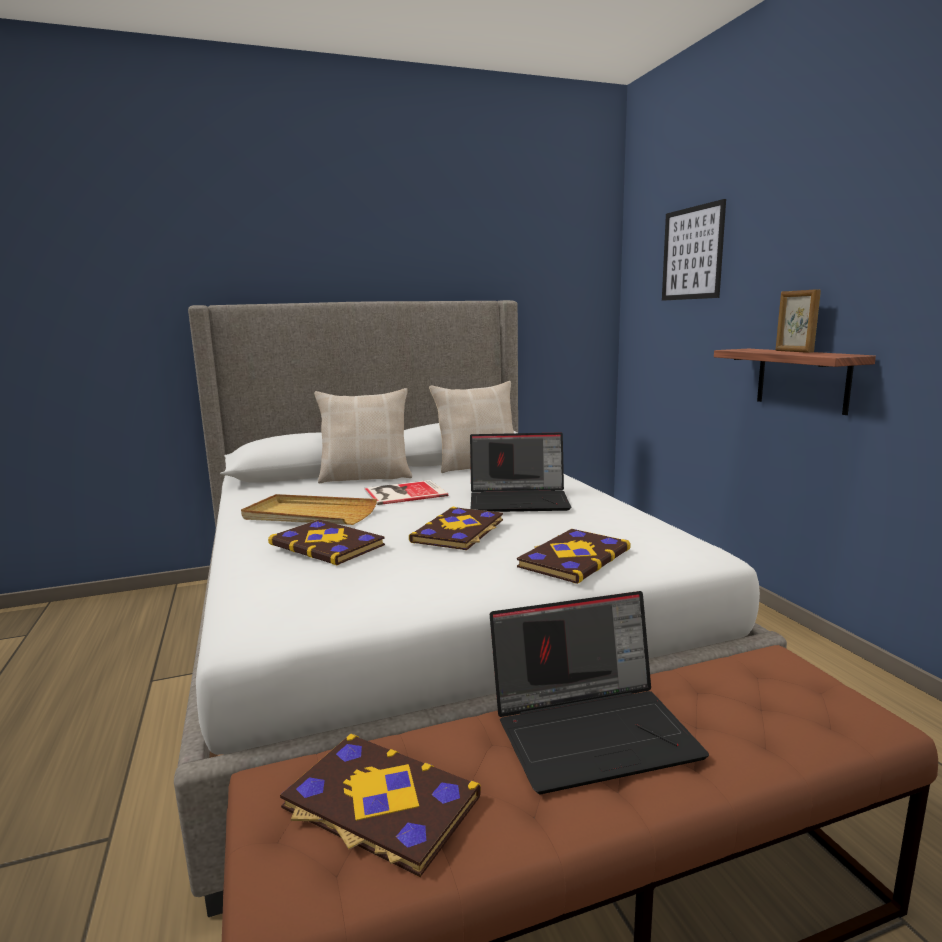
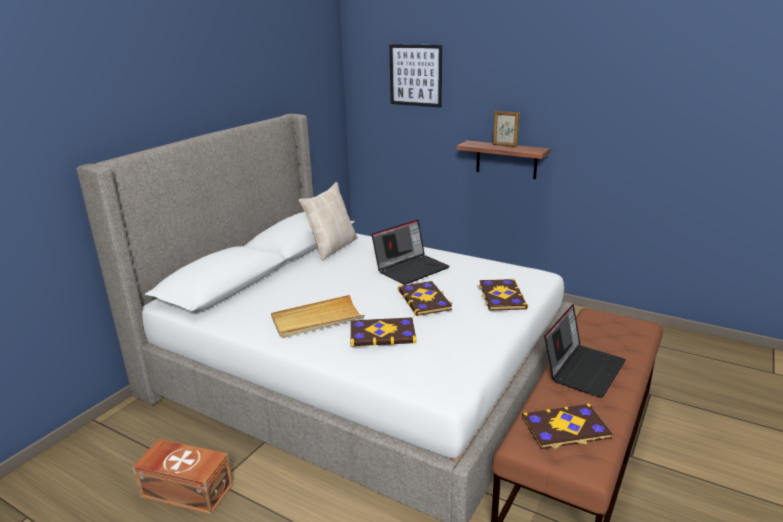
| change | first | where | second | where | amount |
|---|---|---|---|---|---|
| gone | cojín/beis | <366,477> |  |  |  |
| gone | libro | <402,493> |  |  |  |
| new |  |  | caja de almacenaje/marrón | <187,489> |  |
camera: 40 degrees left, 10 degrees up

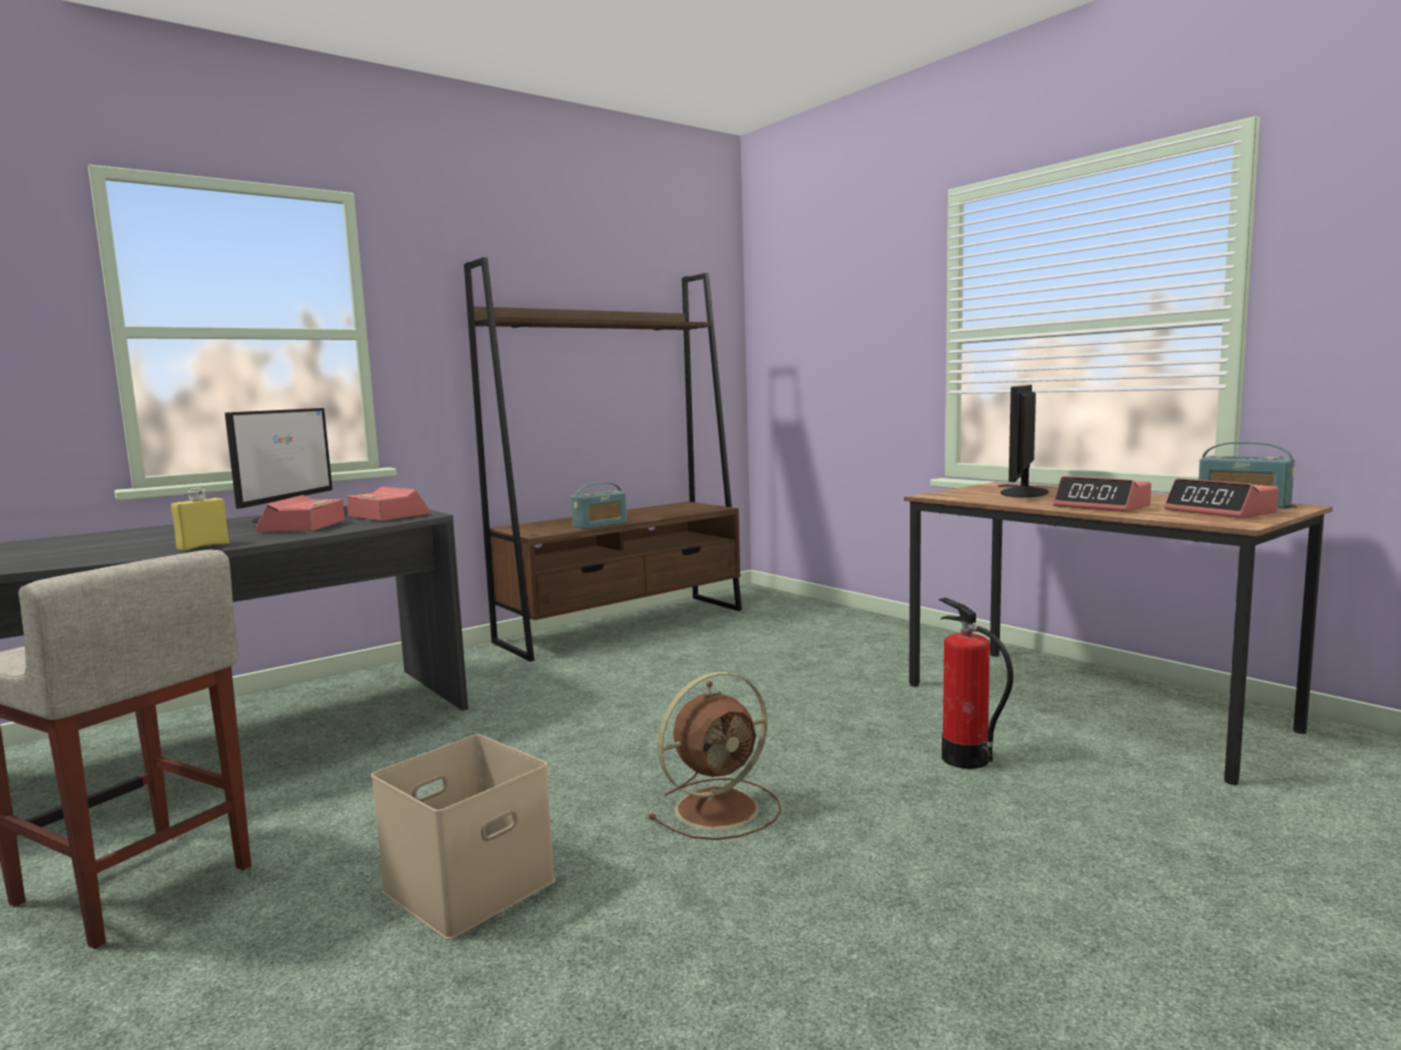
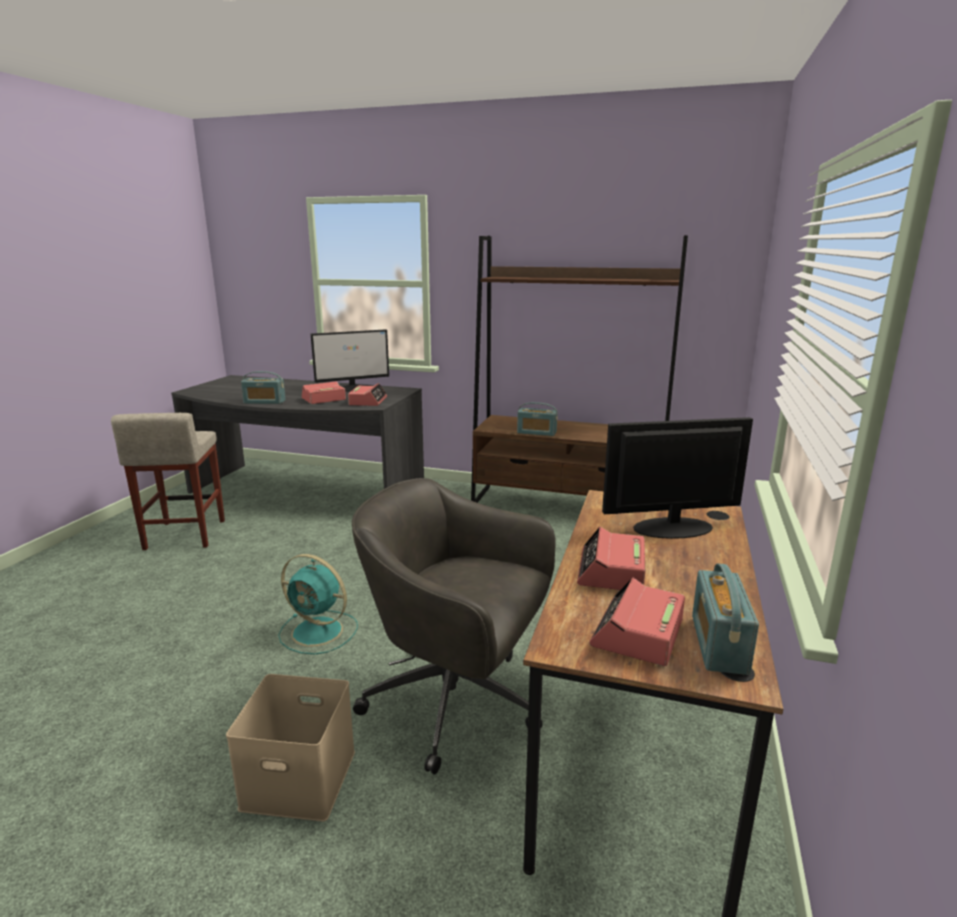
| change | first | where | second | where | amount |
|---|---|---|---|---|---|
| shifted | caja de almacenaje/beis | <468,888> |  | <296,780> |  |
| swapped | botella/amarillo | <203,546> | radio | <264,402> |  |
| swapped | extintor | <965,759> | silla de oficina/gris | <457,703> |  |
| repainted | ventilador/marrón | <720,808> | ventilador/turquesa | <319,632> |  |
camera: 55 degrees right, 10 degrees up

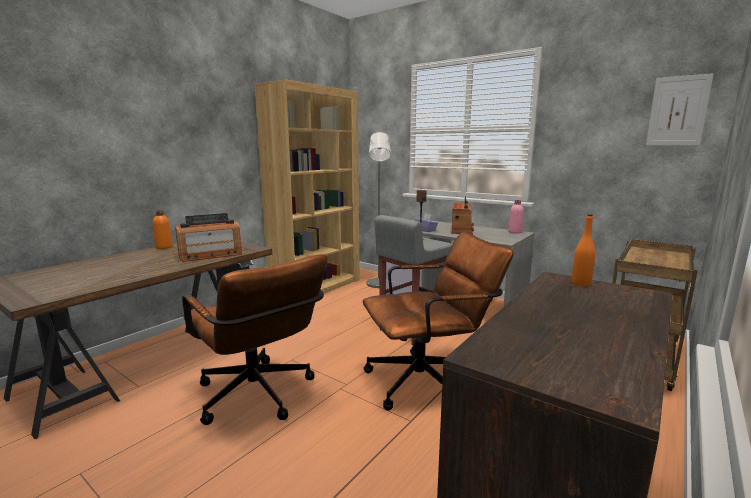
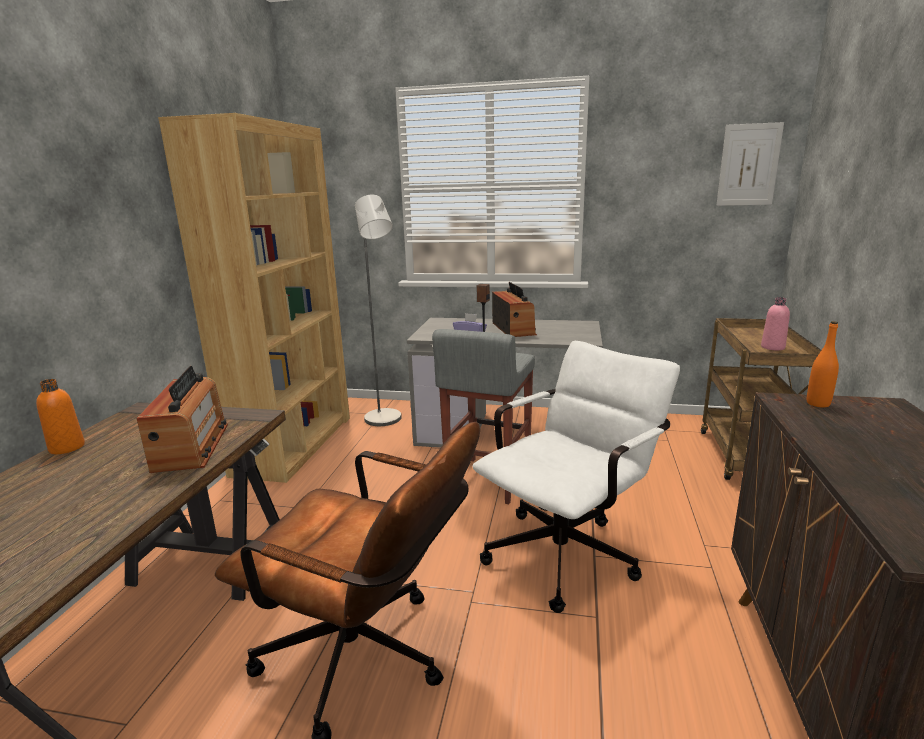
| change | first | where | second | where | amount |
|---|---|---|---|---|---|
| shifted | botella/rosa | <515,232> |  | <772,347> |  |
| repainted | silla de oficina/marrón | <429,380> | silla de oficina/blanco | <569,550> |  |
| rotated | radio | <210,255> |  | <191,447> | 45 degrees counterclockwise |
camera: 25 degrees left, 5 degrees up

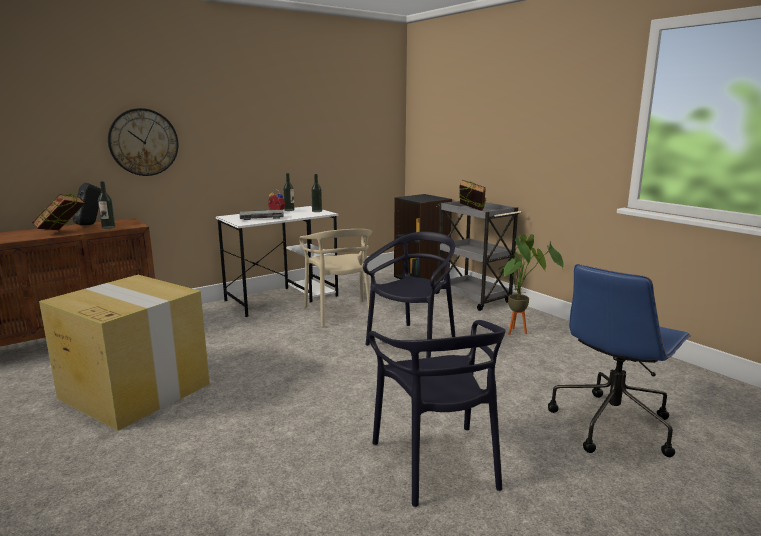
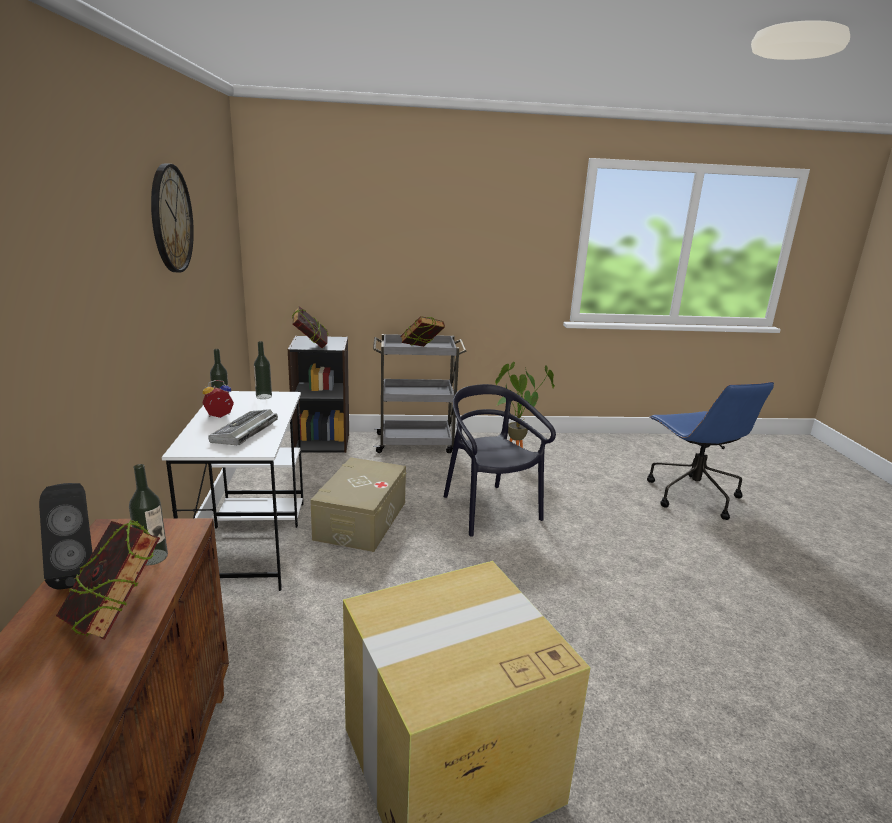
| change | first | where | second | where | amount |
|---|---|---|---|---|---|
| gone | silla/negro | <437,462> |  |  |  |
| new |  |  | libro | <311,345> |  |
| shifted | reloj de pared | <143,142> |  | <171,219> |  |
| swapped | silla/beis | <340,313> | caja de almacenaje/beis | <361,520> |  |
camera: 60 degrees left, 5 degrees up

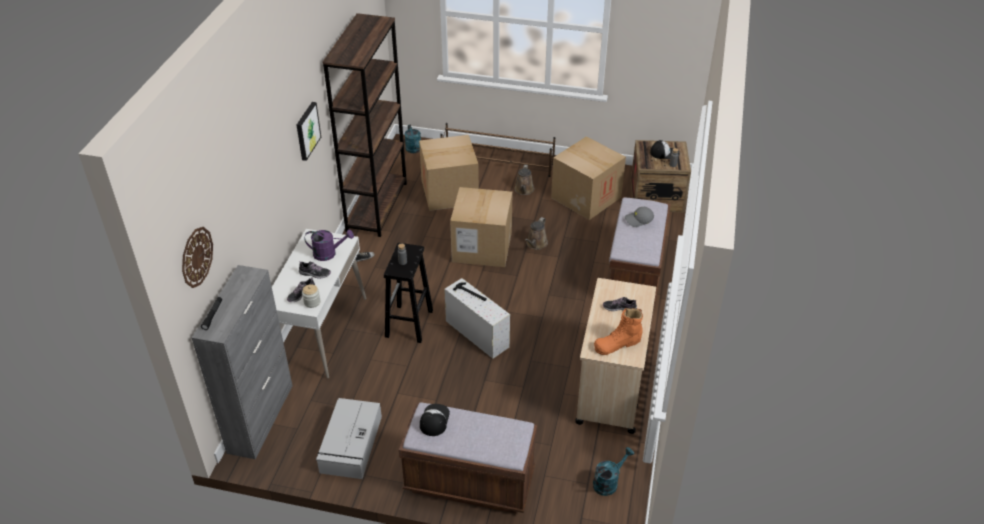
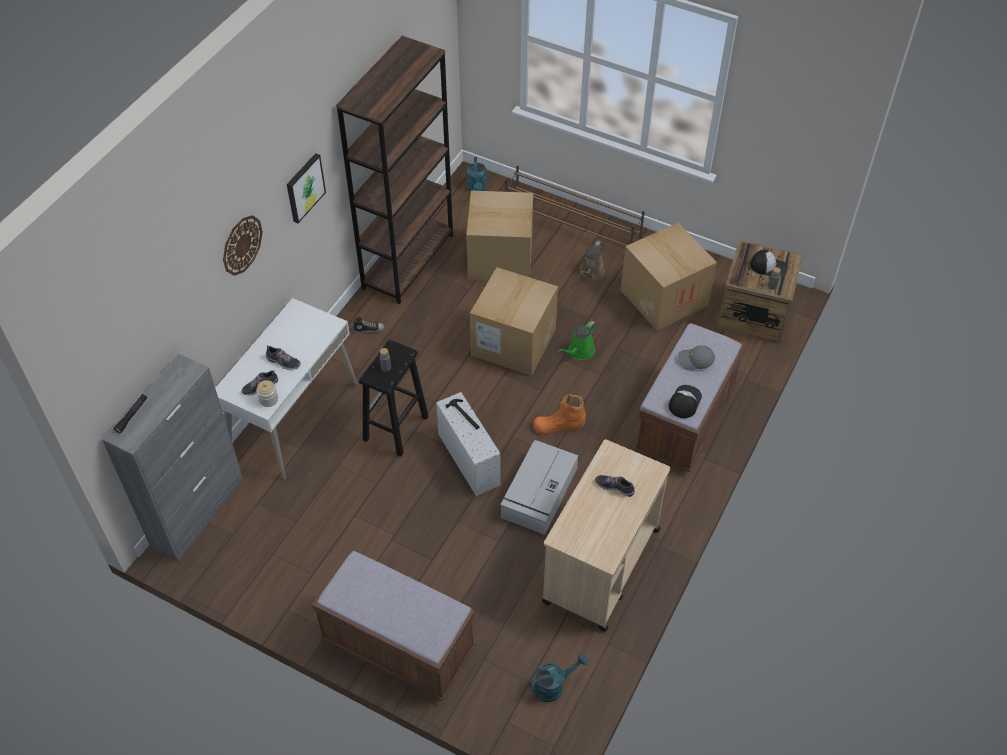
| change | first | where | second | where | amount |
|---|---|---|---|---|---|
| gone | regadera/morado | <329,253> |  |  |  |
| shifted | reloj de pared | <196,257> |  | <241,245> |  |
| shifted | caja de almacenaje/gris | <351,445> |  | <538,494> |  |
| shifted | gorra | <434,420> |  | <684,402> |  |
| shifted | bota/naranja | <617,344> |  | <559,425> |  |
| repainted | regadera/marrón | <536,244> | regadera/verde | <579,351> |  |
camera: 15 degrees right, 10 degrees up

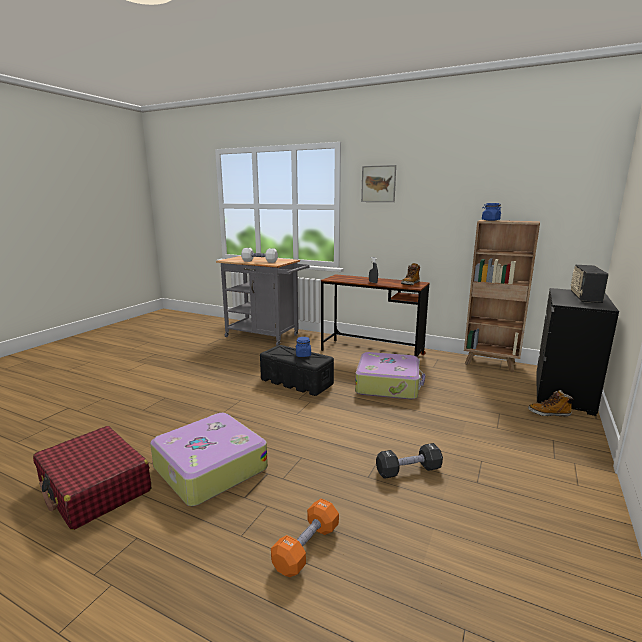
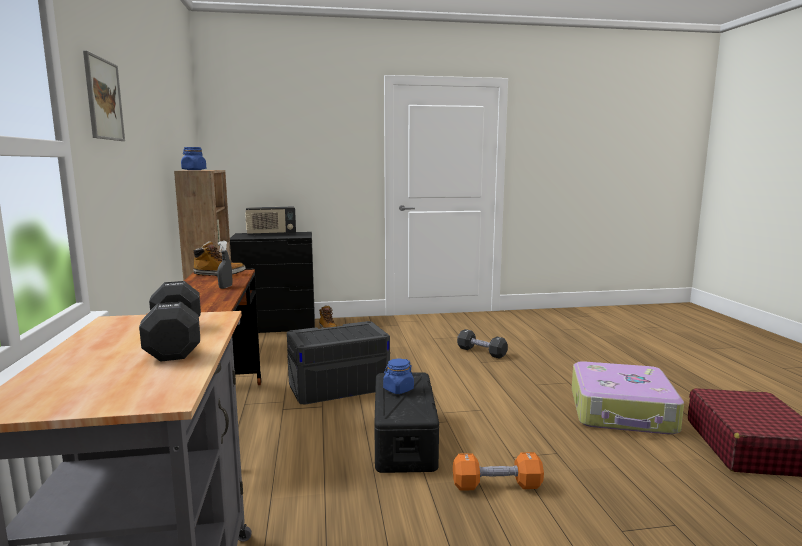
| change | first | where | second | where | amount |
|---|---|---|---|---|---|
| shifted | mancuerna/naranja | <306,547> |  | <496,485> |  |
| swapped | maleta | <388,384> | caja de almacenaje/gris | <339,386> |  |
| repainted | mancuerna/blanco | <259,261> | mancuerna/negro | <175,340> |  |
camera: 125 degrees left, 5 degrees down

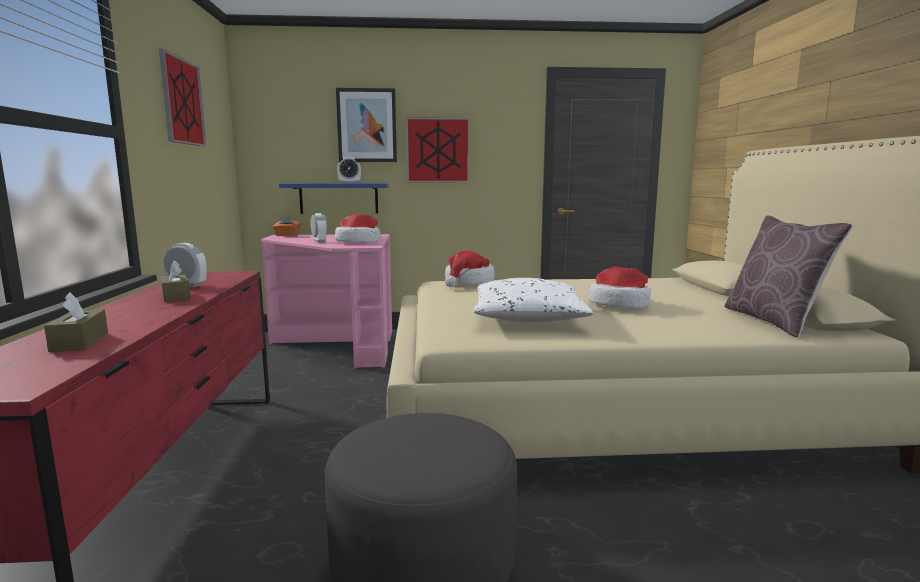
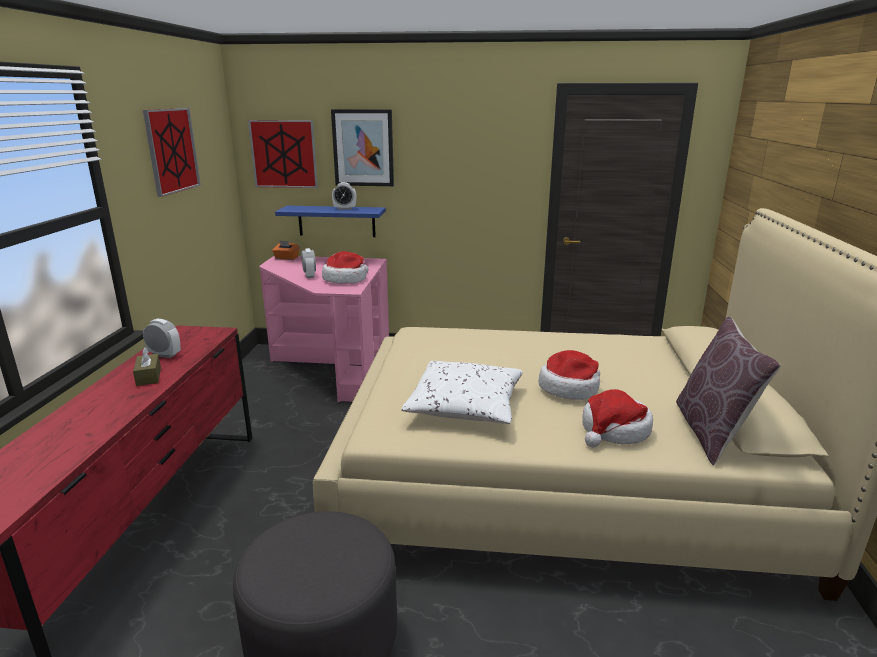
| change | first | where | second | where | amount |
|---|---|---|---|---|---|
| gone | caja de pañuelos/marrón | <79,342> |  |  |  |
| shifted | cuadro | <438,150> |  | <284,154> |  |
| shifted | sombrero | <468,282> |  | <614,430> |  |
camera: 10 degrees right, 10 degrees up

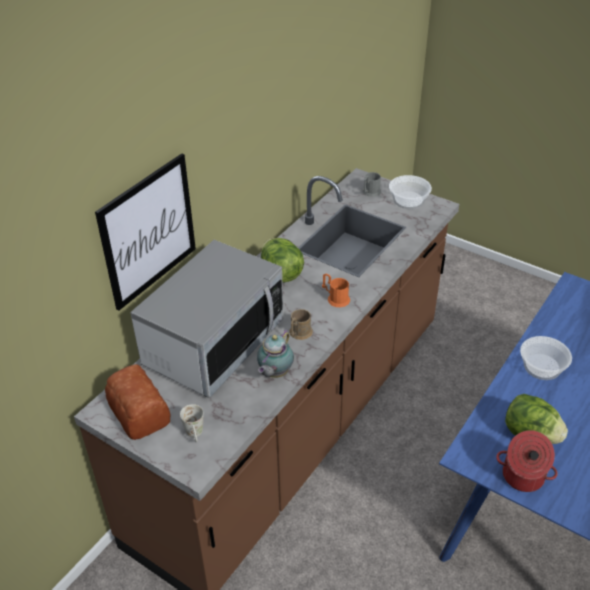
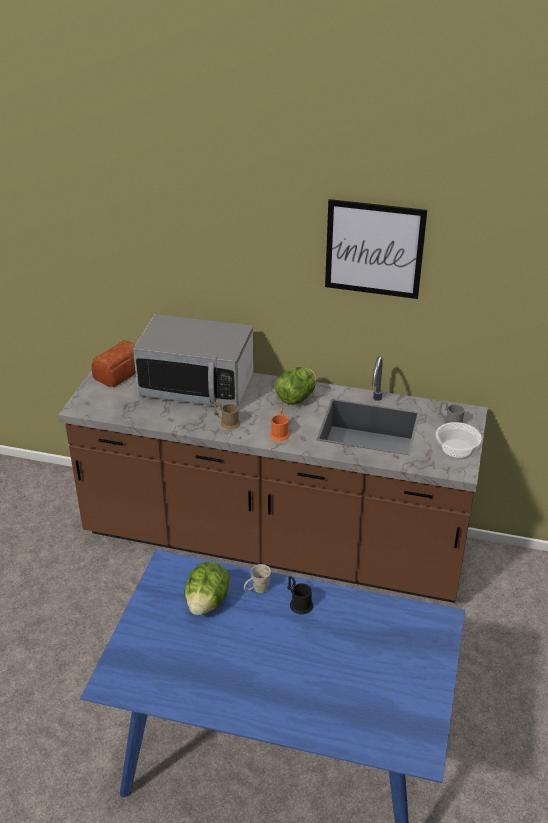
| change | first | where | second | where | amount |
|---|---|---|---|---|---|
| gone | tetera | <274,373> |  |  |  |
| gone | olla | <522,477> |  |  |  |
| shifted | cuadro | <148,231> |  | <374,249> |  |
| shifted | taza grande/blanco | <195,435> |  | <256,590> |  |
| swapped | cuenco | <542,367> | taza grande/negro | <298,603> |  |
camera: 70 degrees right, 5 degrees down

